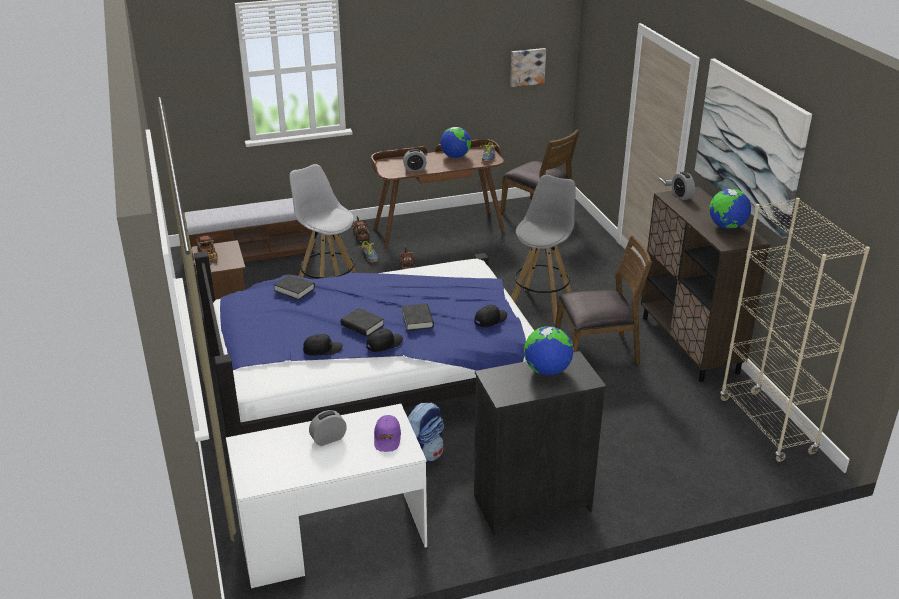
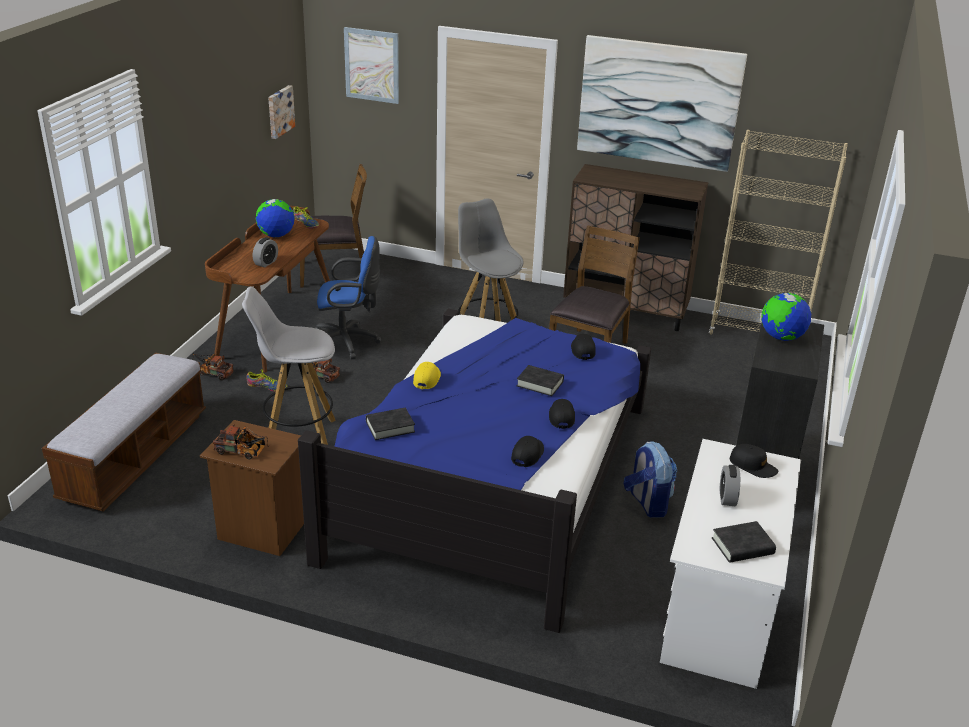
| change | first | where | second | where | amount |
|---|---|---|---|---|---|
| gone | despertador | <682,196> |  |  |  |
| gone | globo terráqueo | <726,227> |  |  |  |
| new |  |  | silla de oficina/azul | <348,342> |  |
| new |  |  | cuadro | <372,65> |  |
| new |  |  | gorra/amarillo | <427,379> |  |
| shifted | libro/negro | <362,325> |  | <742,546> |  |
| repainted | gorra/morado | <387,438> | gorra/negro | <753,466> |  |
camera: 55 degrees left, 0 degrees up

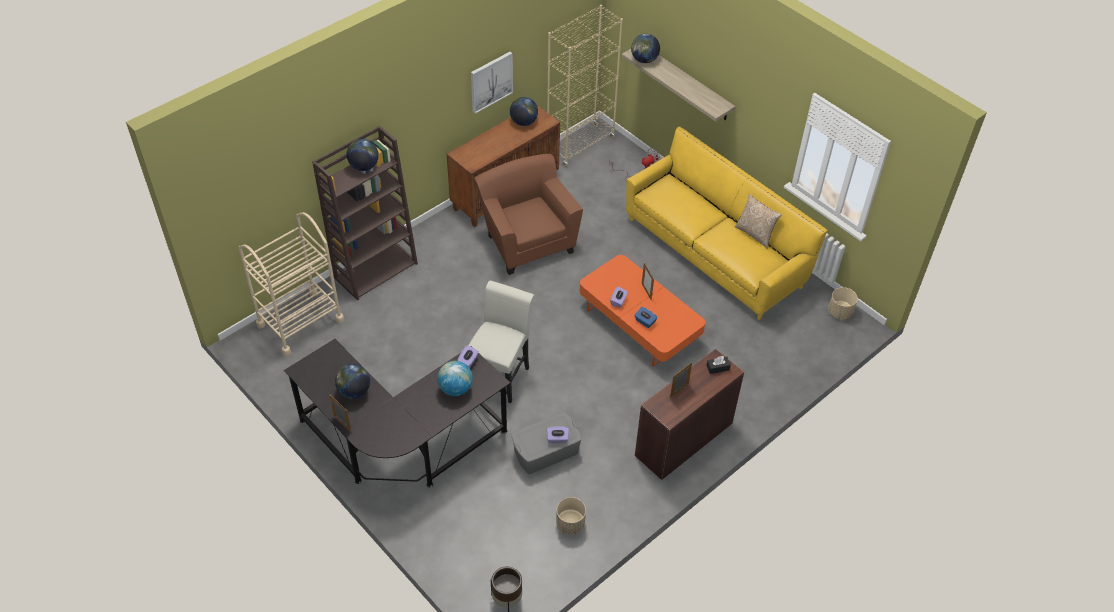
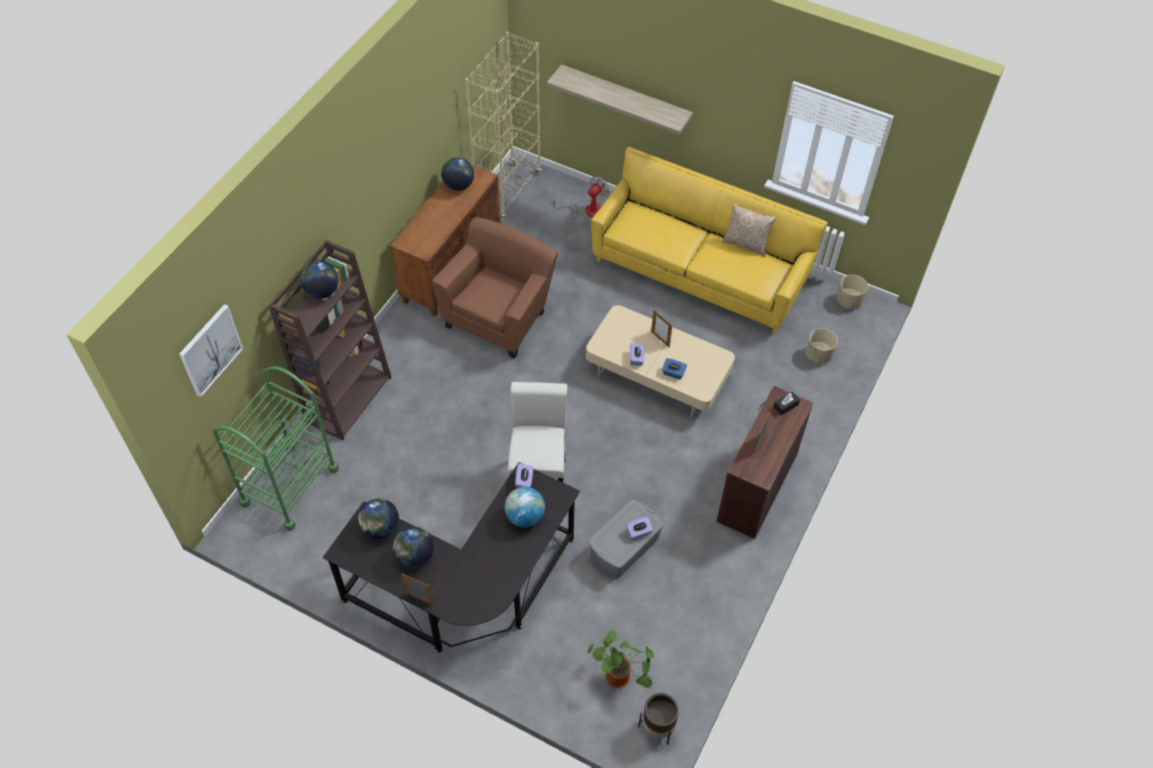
| change | first | where | second | where | amount |
|---|---|---|---|---|---|
| new |  |  | planta en maceta | <620,677> |  |
| shifted | cuadro | <491,82> |  | <210,350> |  |
| shifted | maceta/beis | <570,524> |  | <819,355> |  |
| shifted | globo terráqueo | <644,60> |  | <380,528> |  |
| repainted | carrito/beis | <300,322> | carrito/verde | <289,486> |  |
| repainted | mesa de centro/naranja | <639,324> | mesa de centro/beis | <657,374> |  |
| rotated | sillón/marrón | <527,241> |  | <499,316> | 75 degrees clockwise |
camera: 20 degrees left, 5 degrees up

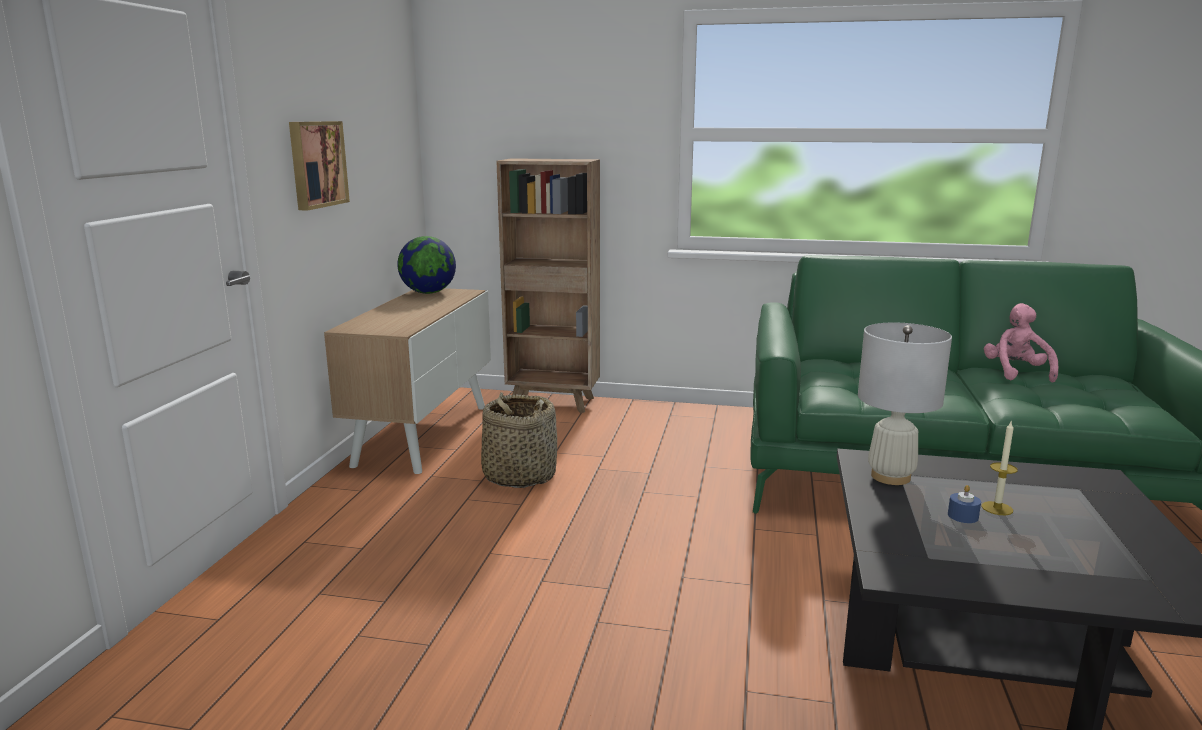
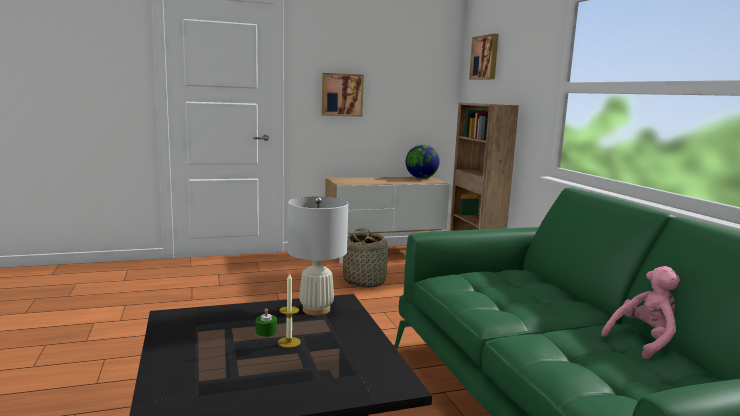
| change | first | where | second | where | amount |
|---|---|---|---|---|---|
| new |  |  | cuadro | <485,57> |  |
| repainted | vela/azul | <963,516> | vela/verde | <266,332> |  |
camera: 60 degrees right, 5 degrees down

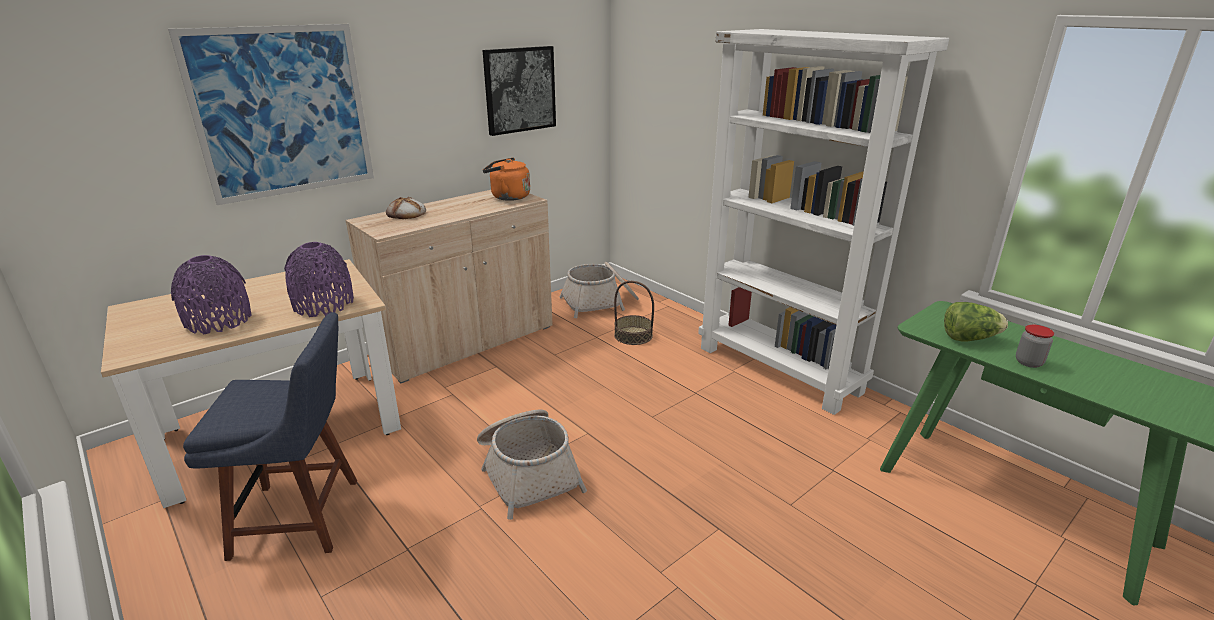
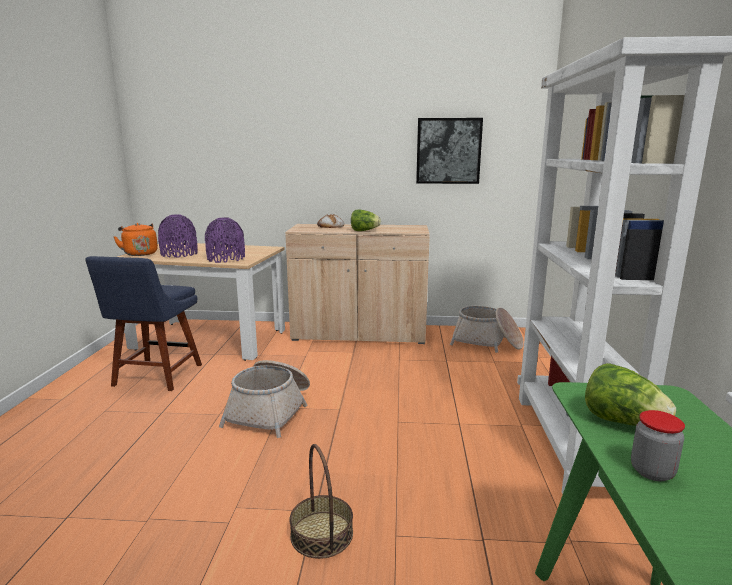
| change | first | where | second | where | amount |
|---|---|---|---|---|---|
| gone | cuadro | <283,112> |  |  |  |
| new |  |  | lechuga | <364,231> |  |
| shifted | hervidor/naranja | <508,197> |  | <140,253> |  |
| shifted | cesta | <633,335> |  | <322,534> |  |
| rotated | silla/azul | <303,517> |  | <155,377> | 60 degrees clockwise |
camera: 45 degrees right, 10 degrees down

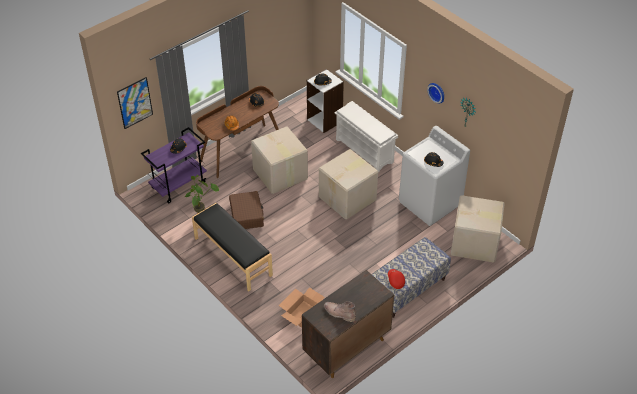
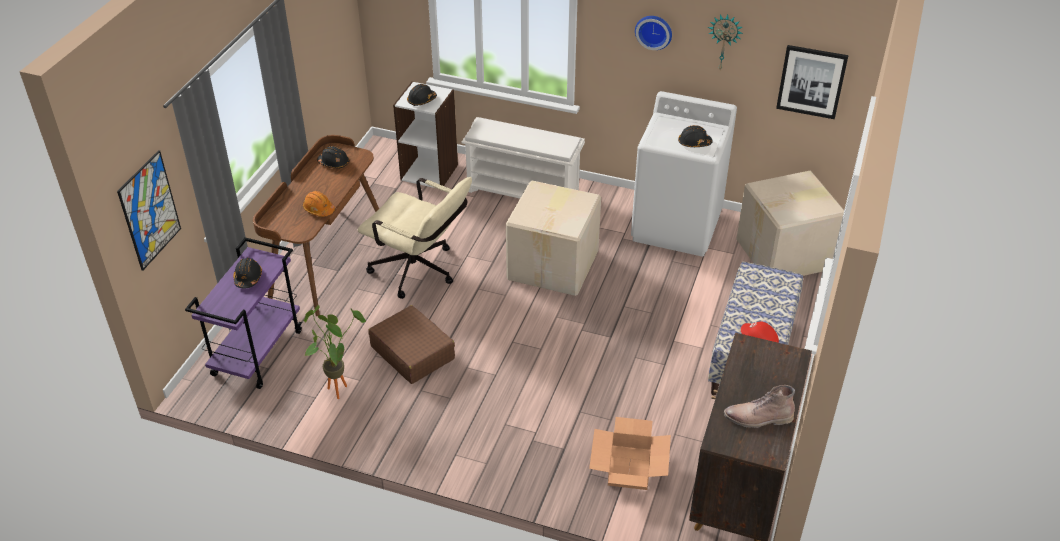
| change | first | where | second | where | amount |
|---|---|---|---|---|---|
| gone | banco/negro | <232,257> |  |  |  |
| new |  |  | cuadro | <811,81> |  |
| swapped | caja de cartón | <280,175> | silla de oficina/beis | <420,272> |  |
camera: 30 degrees left, 5 degrees down

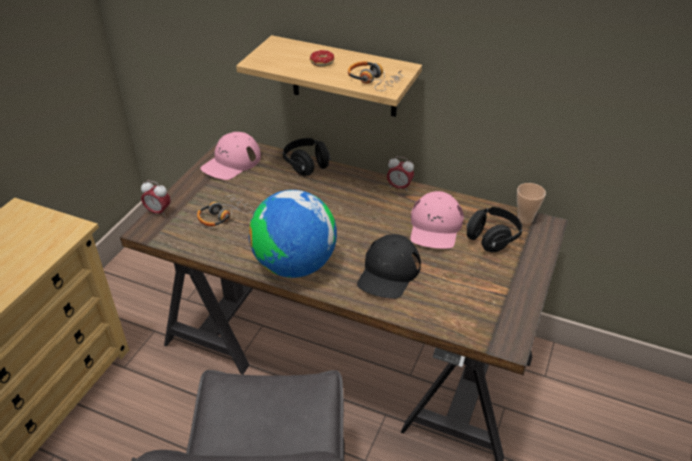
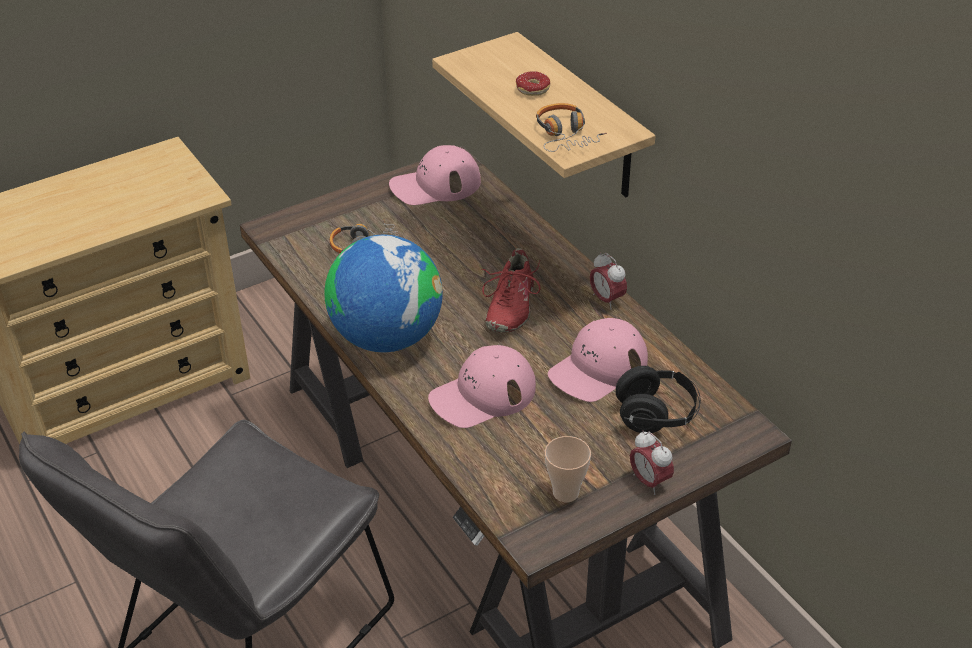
| change | first | where | second | where | amount |
|---|---|---|---|---|---|
| gone | auriculares/negro | <306,165> |  |  |  |
| new |  |  | zapato/rojo | <509,306> |  |
| shifted | despertador | <158,212> |  | <649,481> |  |
| shifted | taza | <525,219> |  | <565,492> |  |
| repainted | gorra/negro | <388,272> | gorra/rosa | <482,395> |  |
camera: 35 degrees right, 0 degrees up

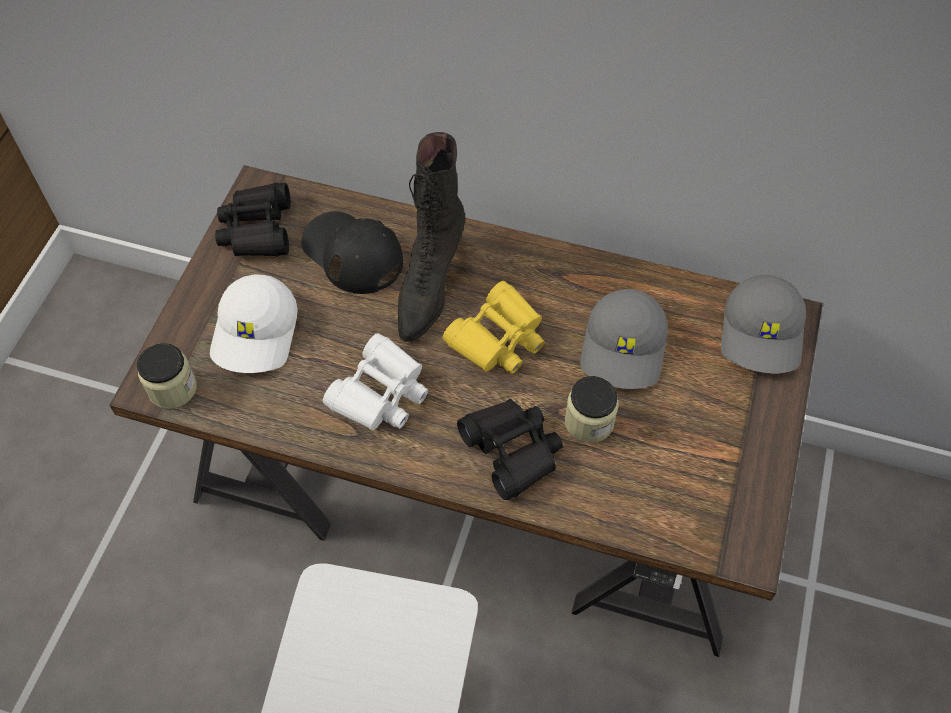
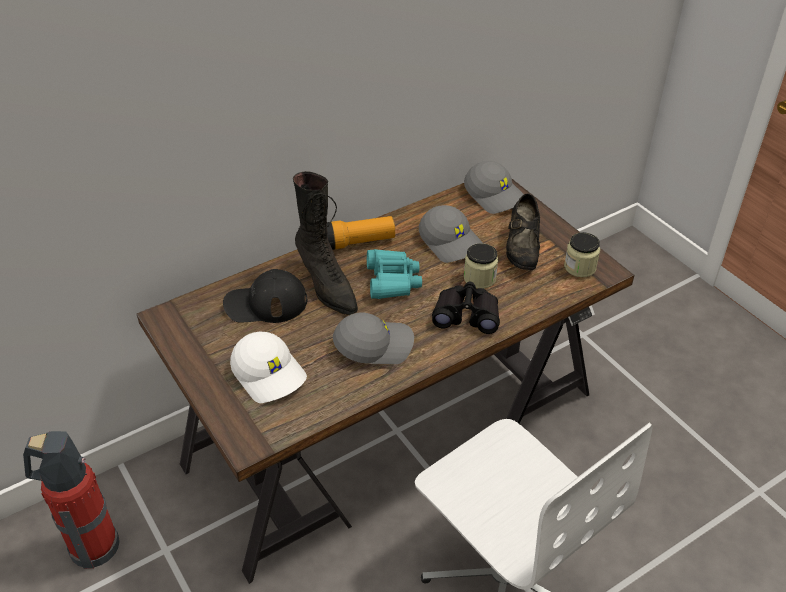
| change | first | where | second | where | amount |
|---|---|---|---|---|---|
| gone | prismáticos/negro | <257,229> |  |  |  |
| new |  |  | extintor | <91,546> |  |
| new |  |  | linterna | <358,242> |  |
| new |  |  | zapato/negro | <522,250> |  |
| shifted | tarro | <172,388> |  | <580,267> |  |
| swapped | prismáticos/blanco | <380,393> | gorra/gris | <374,344> |  |
| repainted | prismáticos/amarillo | <498,338> | prismáticos/turquesa | <392,281> |  |
camera: 50 degrees left, 15 degrees down

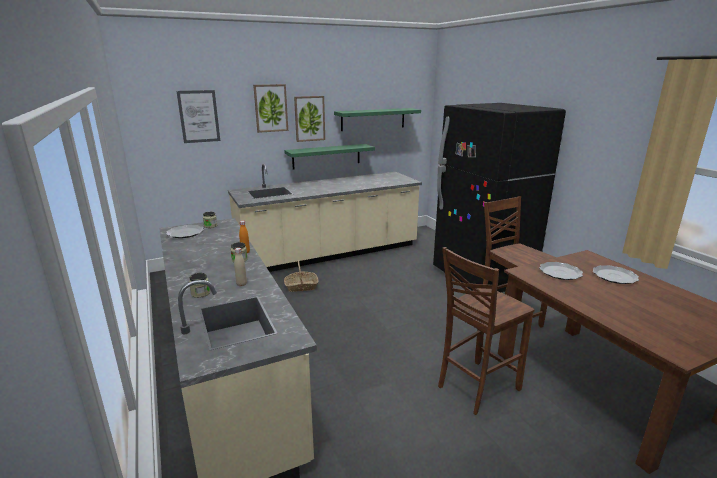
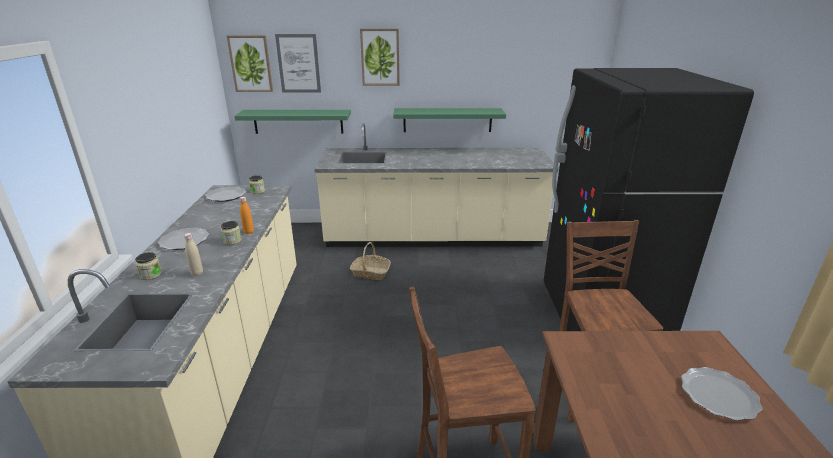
| change | first | where | second | where | amount |
|---|---|---|---|---|---|
| shifted | cuadro | <309,118> |  | <251,64> |  |
| shifted | estante/verde | <373,119> |  | <298,121> |  |
| shifted | plato | <560,273> |  | <184,241> |  |
camera: 25 degrees right, 5 degrees up

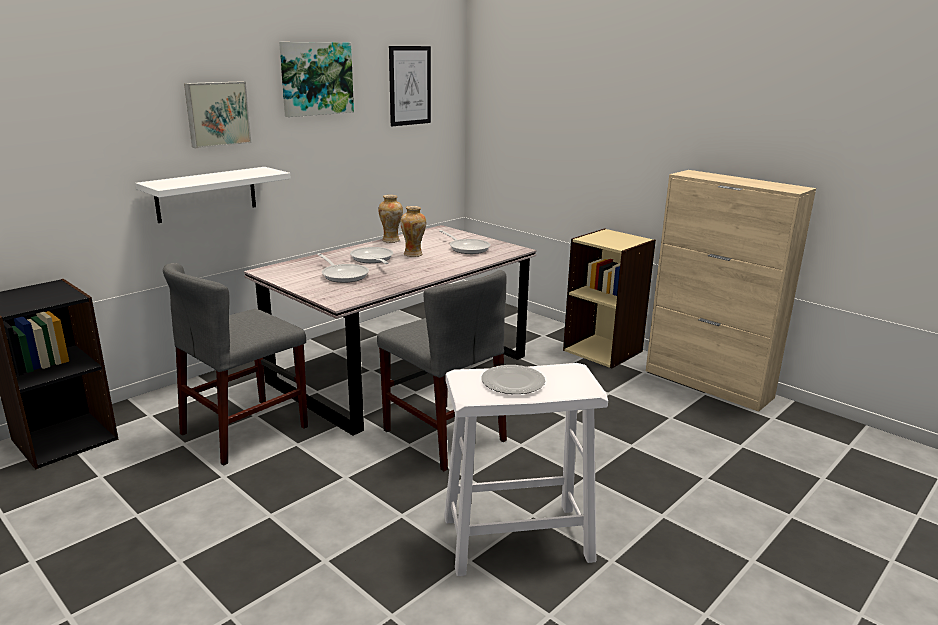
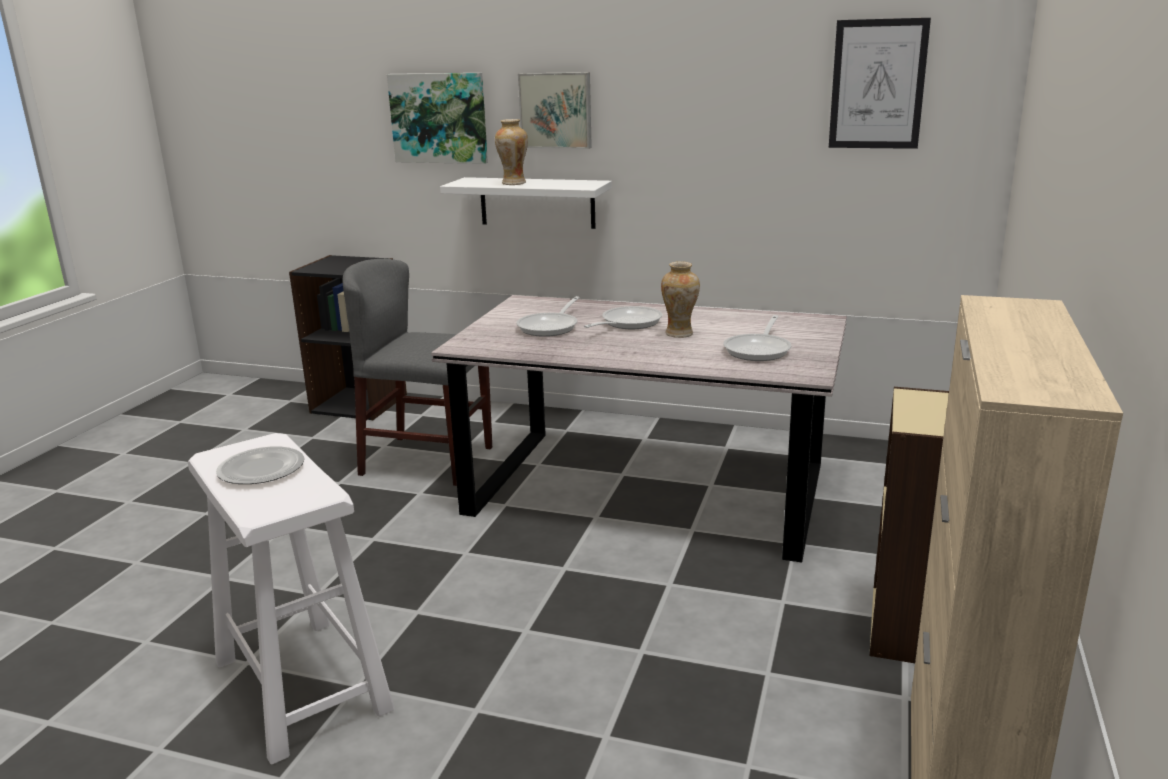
| change | first | where | second | where | amount |
|---|---|---|---|---|---|
| gone | silla/gris | <444,435> |  |  |  |
| shifted | cuadro | <316,78> |  | <439,118> |  |
| shifted | florero | <391,240> |  | <513,183> |  |
camera: 65 degrees right, 0 degrees up

